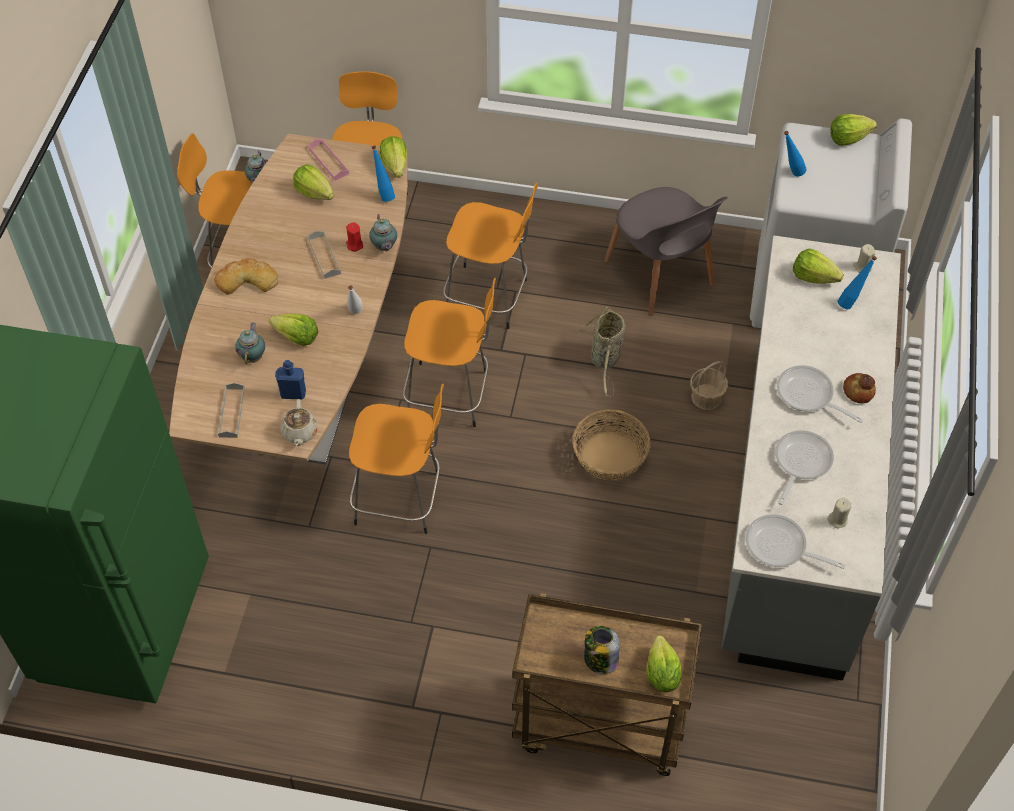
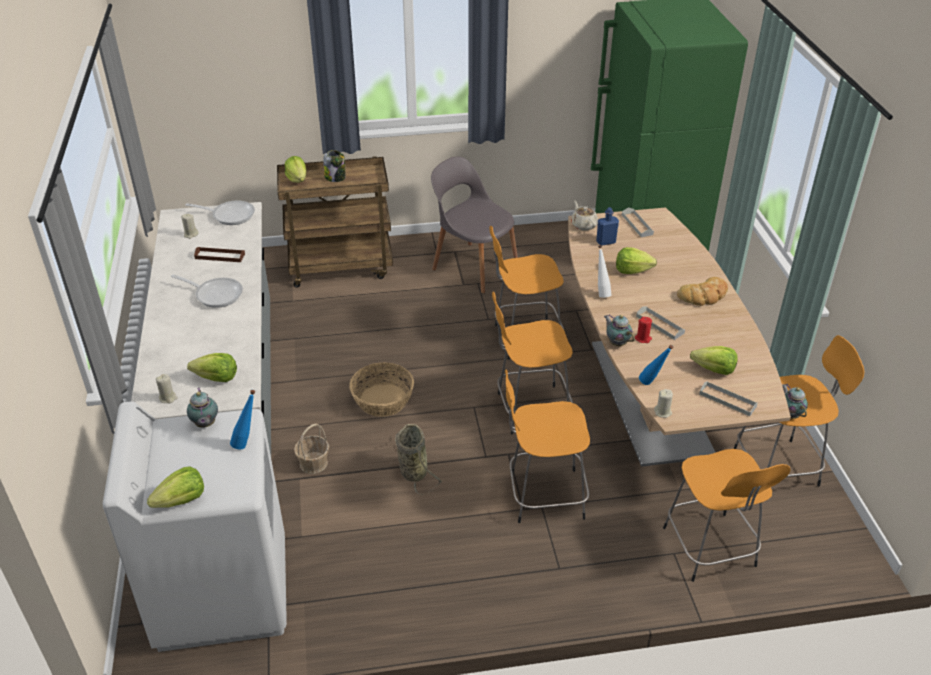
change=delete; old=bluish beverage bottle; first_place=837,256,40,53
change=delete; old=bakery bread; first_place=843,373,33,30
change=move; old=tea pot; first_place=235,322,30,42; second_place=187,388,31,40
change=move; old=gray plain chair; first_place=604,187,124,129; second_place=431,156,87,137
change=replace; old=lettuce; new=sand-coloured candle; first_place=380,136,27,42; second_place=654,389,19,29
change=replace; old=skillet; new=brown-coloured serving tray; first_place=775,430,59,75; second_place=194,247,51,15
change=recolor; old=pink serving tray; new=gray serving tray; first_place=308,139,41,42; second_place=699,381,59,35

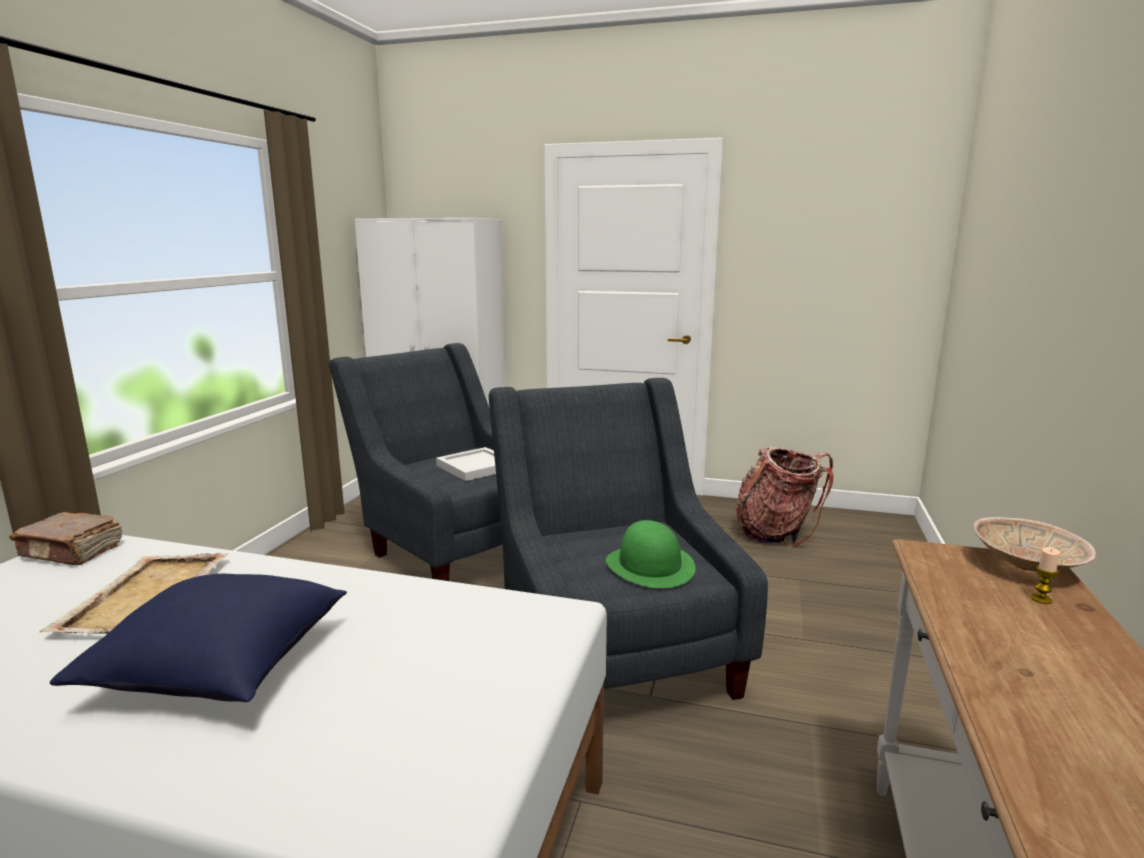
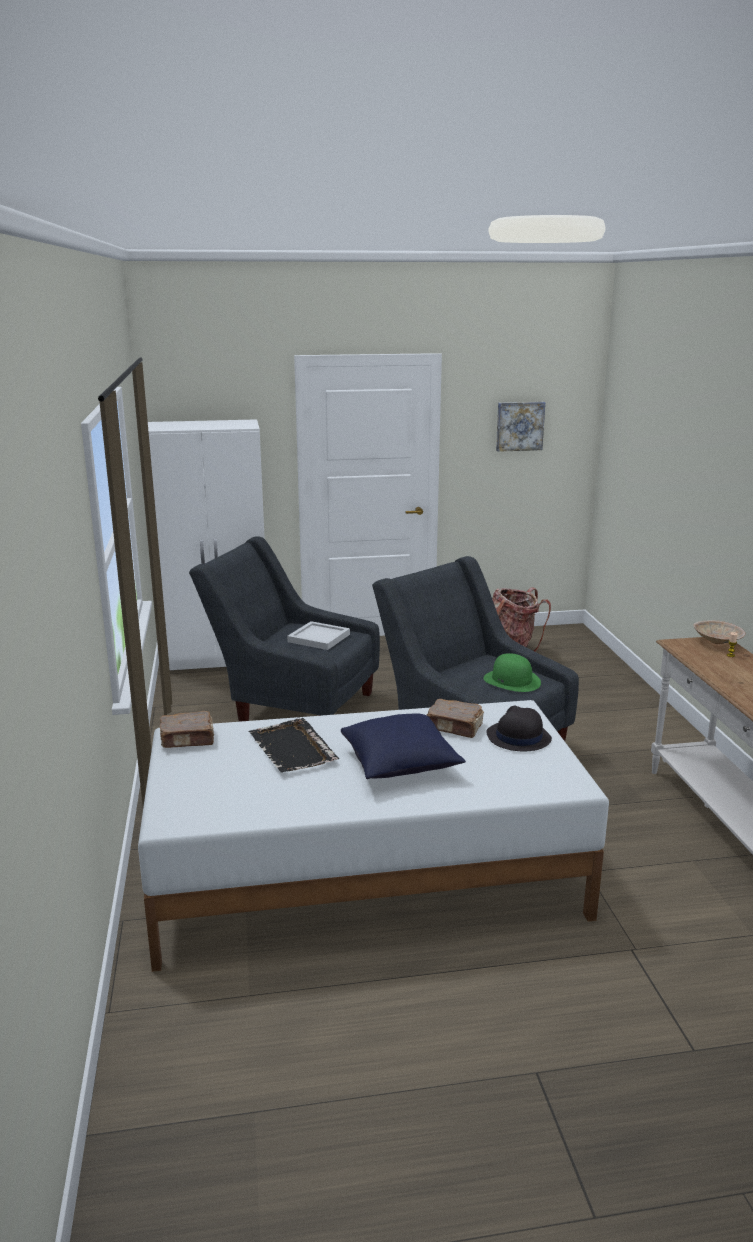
change=insert; new=brown-coloured bound book; second_place=427,699,57,39
change=insert; new=blackish hat; second_place=486,706,66,45
change=insert; new=wall art; second_place=496,402,49,50
change=recolor; old=sand-coloured serving tray; new=blackish serving tray; first_place=39,553,190,81; second_place=248,718,91,55

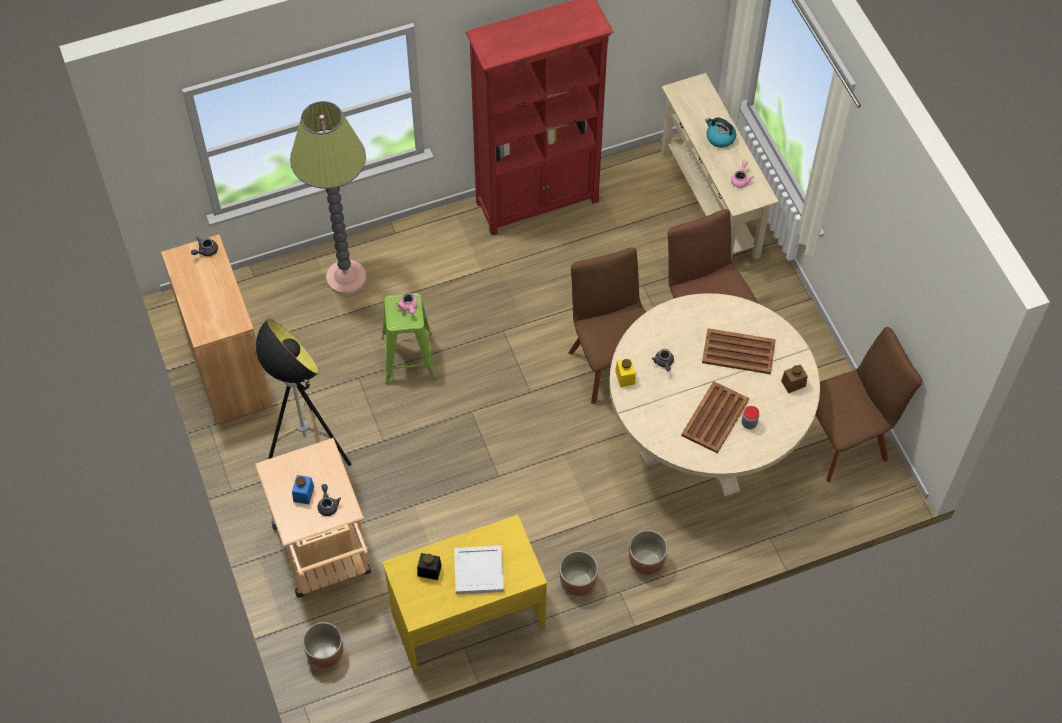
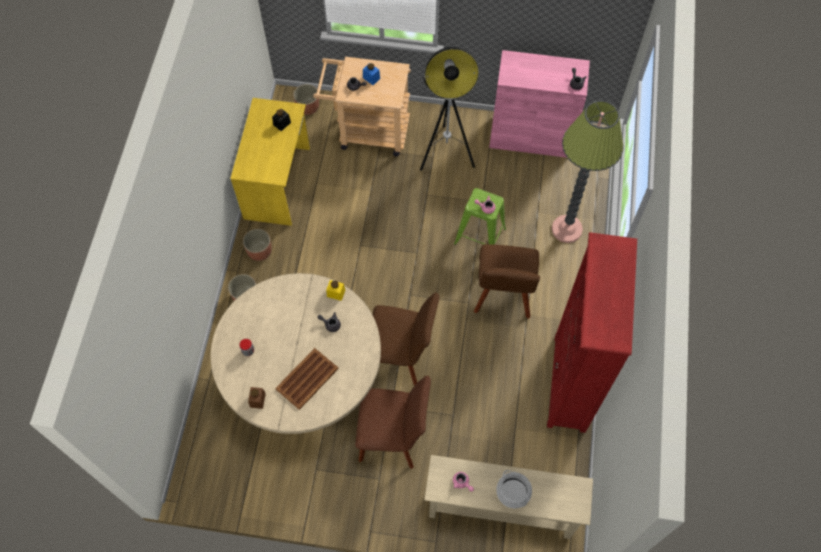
change=delete; old=whitish serving tray; first_place=454,546,50,48
change=delete; old=brown-coloured serving tray; first_place=681,381,68,72
change=move; old=brown-coloured plain chair; first_place=816,327,106,155; second_place=474,244,66,75
change=replace; old=water kettle; new=cooking pot; first_place=705,118,31,30; second_place=496,470,36,38
change=recolor; old=brown-coloured storage cabinet; new=pink storage cabinet; first_place=161,234,111,190; second_place=489,50,101,108

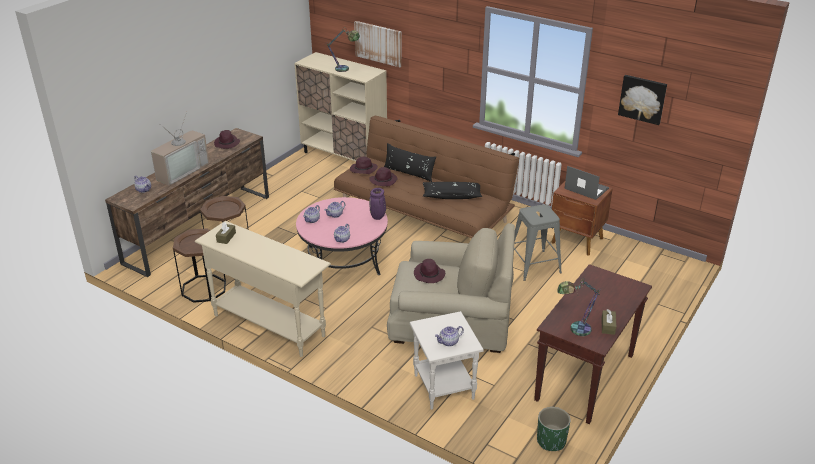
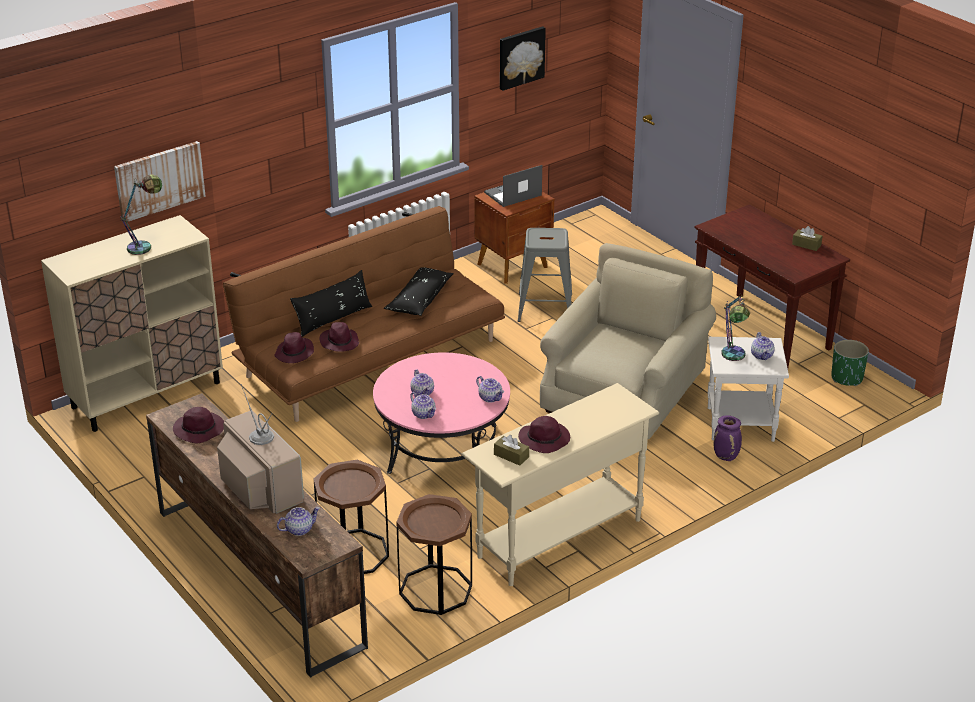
change=move; old=purplish decorative vase; first_place=369,188,17,32; second_place=714,415,28,46
change=move; old=purplish hat; first_place=414,259,31,24; second_place=518,416,52,37
change=move; old=tabletop lamp; first_place=558,281,43,55; second_place=721,293,29,68

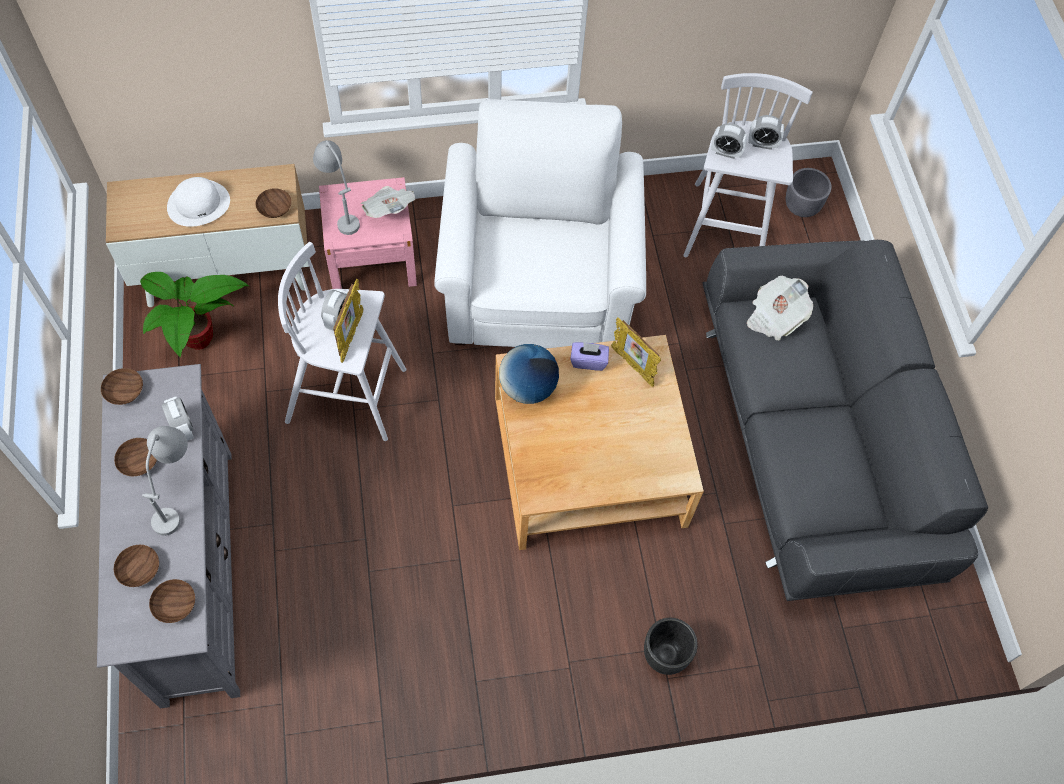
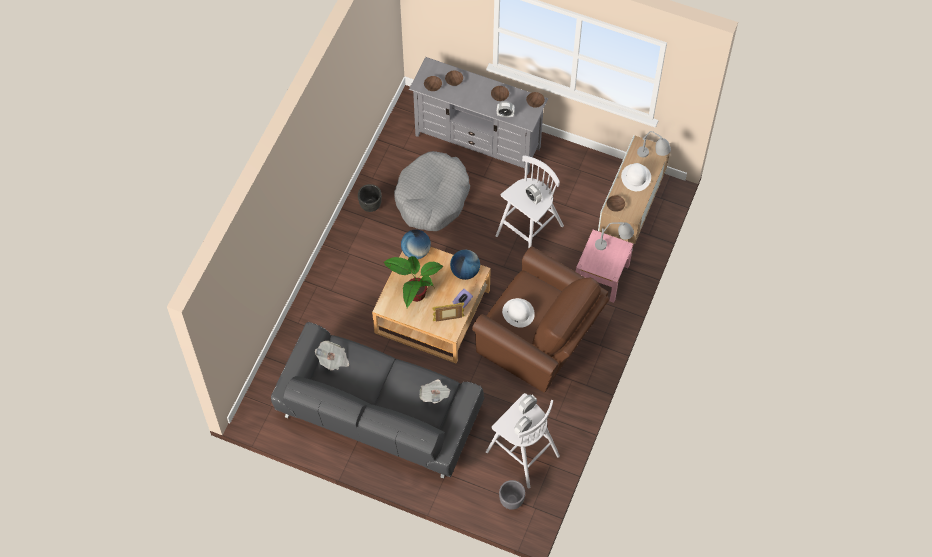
change=delete; old=standing frame; first_place=333,279,31,84
change=insert; new=gray dog bed; second_place=394,151,76,80
change=insert; new=globe; second_place=401,230,30,29
change=insert; new=whitish hat; second_place=502,298,33,30
change=move; old=houseplant; first_place=140,272,109,86; second_place=384,256,59,52
change=move; old=gray tabletop lamp; first_place=142,426,46,110; second_place=637,131,34,26
change=move; old=daily paper; first_place=361,186,55,32; second_place=315,341,34,30
change=move; old=blackish plant pot; first_place=644,618,54,57; second_place=358,184,24,28
change=recolor; old=whitish armchair; new=brown-coloured armchair; first_place=434,99,212,250; second_place=472,246,137,147

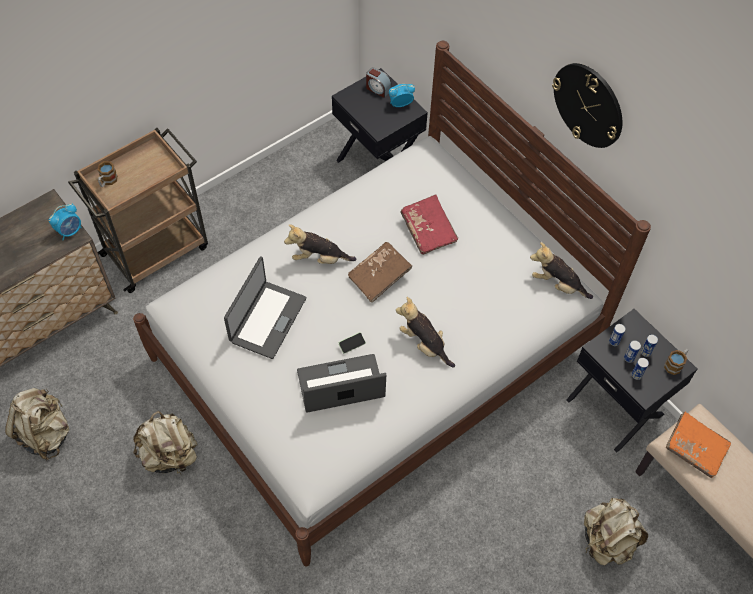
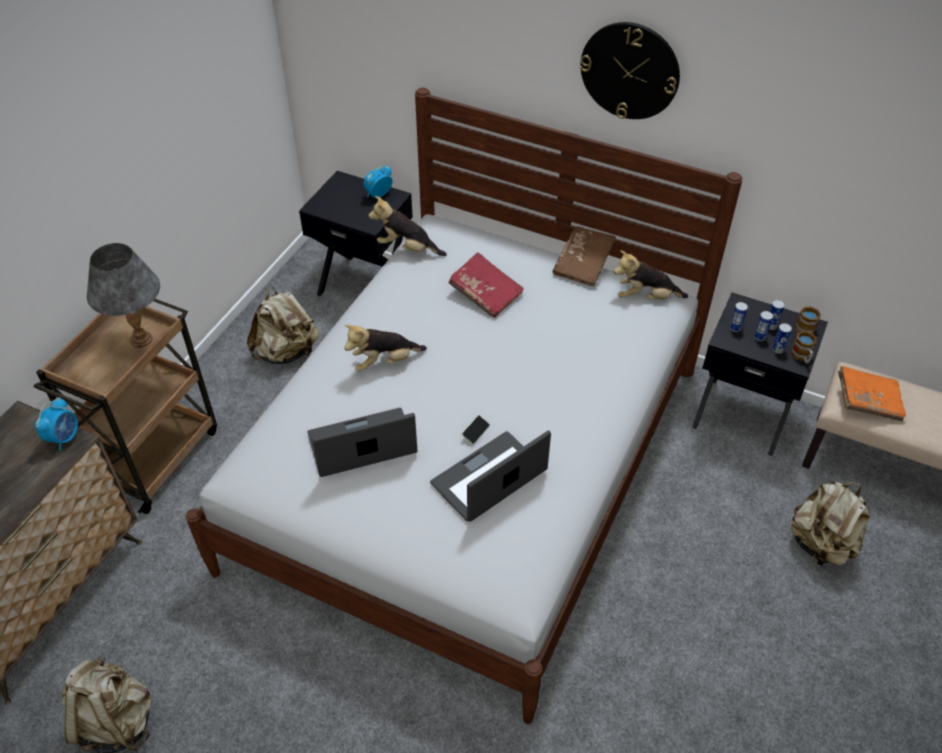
change=delete; old=alarm clock; first_place=366,67,25,31
change=insert; new=gray tabletop lamp; second_place=87,243,73,105
change=move; old=tea mug; first_place=98,161,20,26; second_place=791,331,26,33
change=move; old=sand-coloured rucksack; first_place=133,411,64,65; second_place=247,287,72,77
change=move; old=brown-coloured bound book; first_place=348,242,64,61; second_place=552,226,64,61
change=move; old=plush toy; first_place=396,297,59,71; second_place=368,196,79,60
change=rotate; old=portable computer; first_place=224,257,82,102; second_place=307,408,110,69; degrees=-105

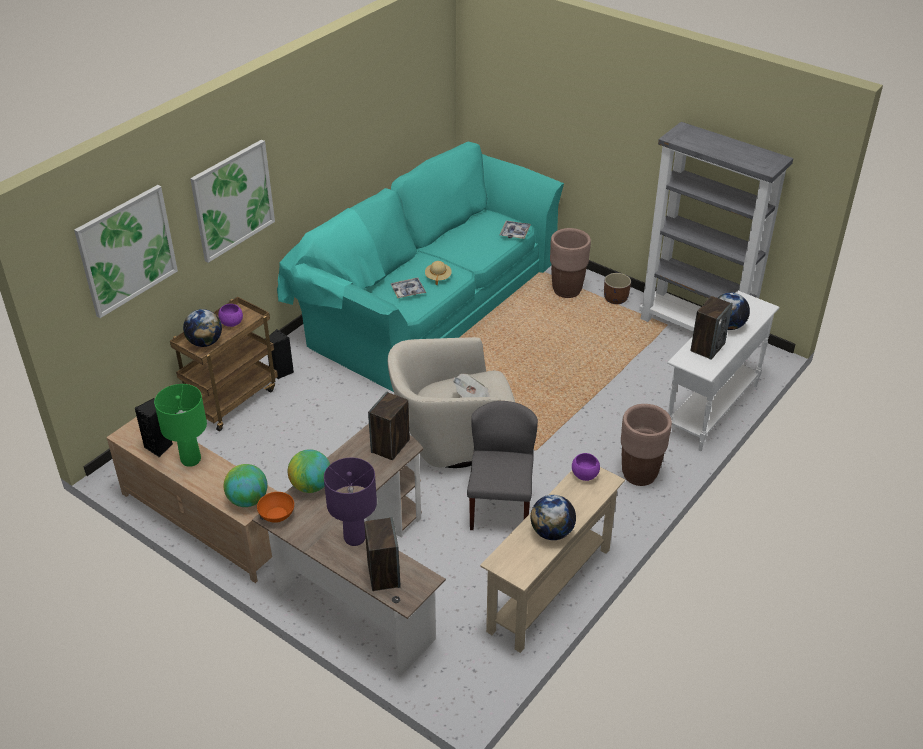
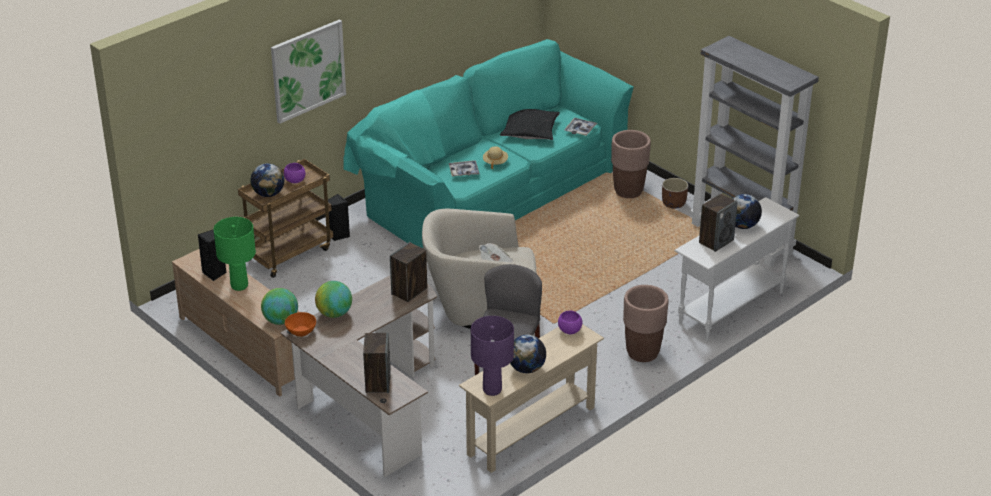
change=delete; old=wall art; first_place=74,185,104,133
change=insert; new=blackish cushion; second_place=500,109,60,31
change=move; old=purplish tabletop lamp; first_place=324,458,53,88; second_place=471,316,43,80

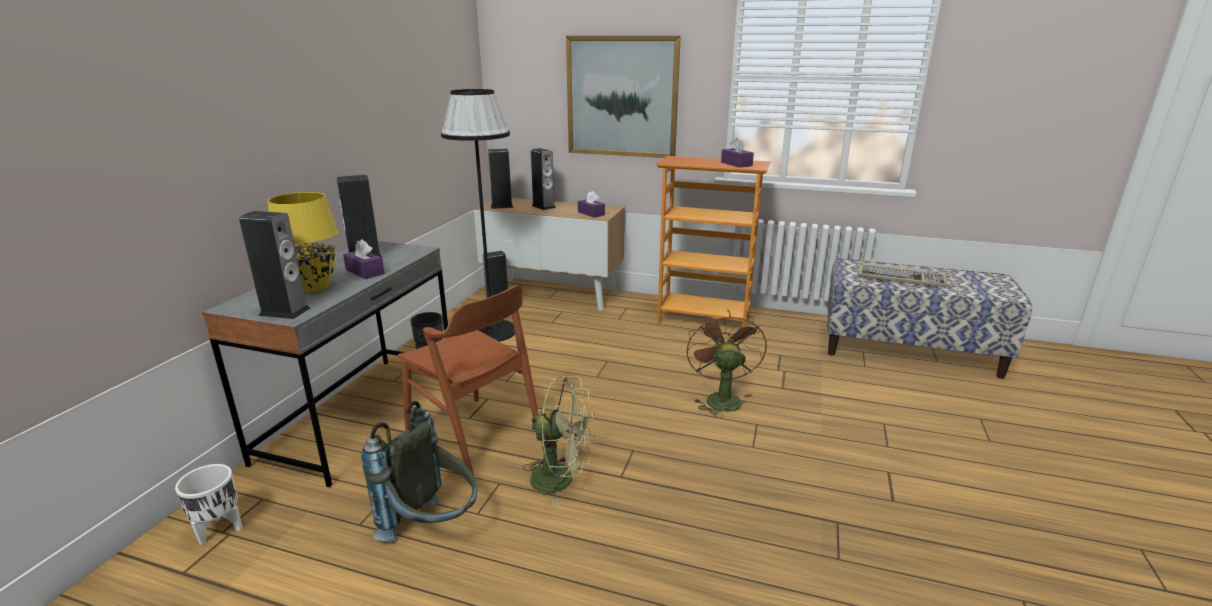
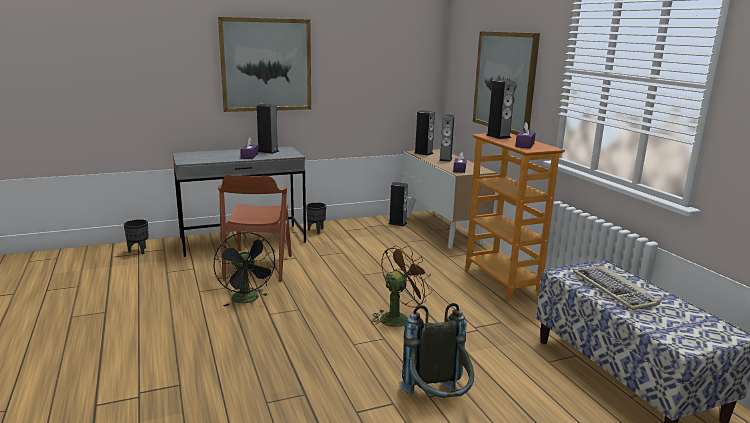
change=delete; old=yellowish tabletop lamp; first_place=268,192,70,100
change=delete; old=blackish standard lamp; first_place=441,89,74,253
change=insert; new=wall art; second_place=218,17,93,95
change=move; old=speaker; first_place=239,211,72,108; second_place=486,79,29,60
change=move; old=gray rucksack; first_place=361,401,116,140; second_place=398,303,76,95
change=recolor; old=whitish plant pot; new=blackish plant pot; first_place=175,464,67,81; second_place=124,219,25,36
change=recolor; old=green-coloured cooling fan; new=blackish cooling fan; first_place=523,376,71,130; second_place=213,232,64,74

